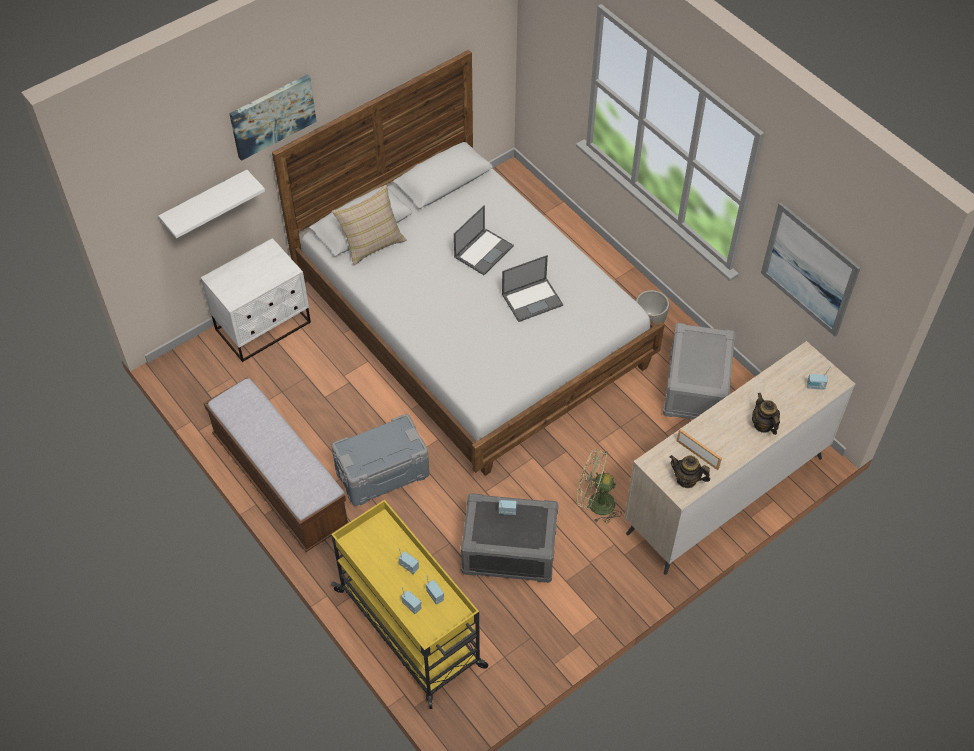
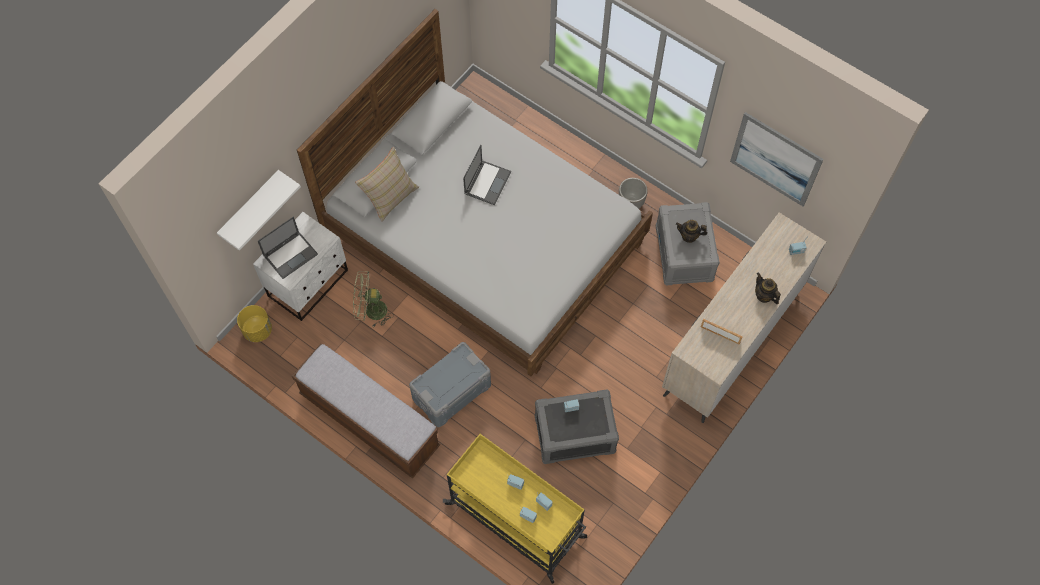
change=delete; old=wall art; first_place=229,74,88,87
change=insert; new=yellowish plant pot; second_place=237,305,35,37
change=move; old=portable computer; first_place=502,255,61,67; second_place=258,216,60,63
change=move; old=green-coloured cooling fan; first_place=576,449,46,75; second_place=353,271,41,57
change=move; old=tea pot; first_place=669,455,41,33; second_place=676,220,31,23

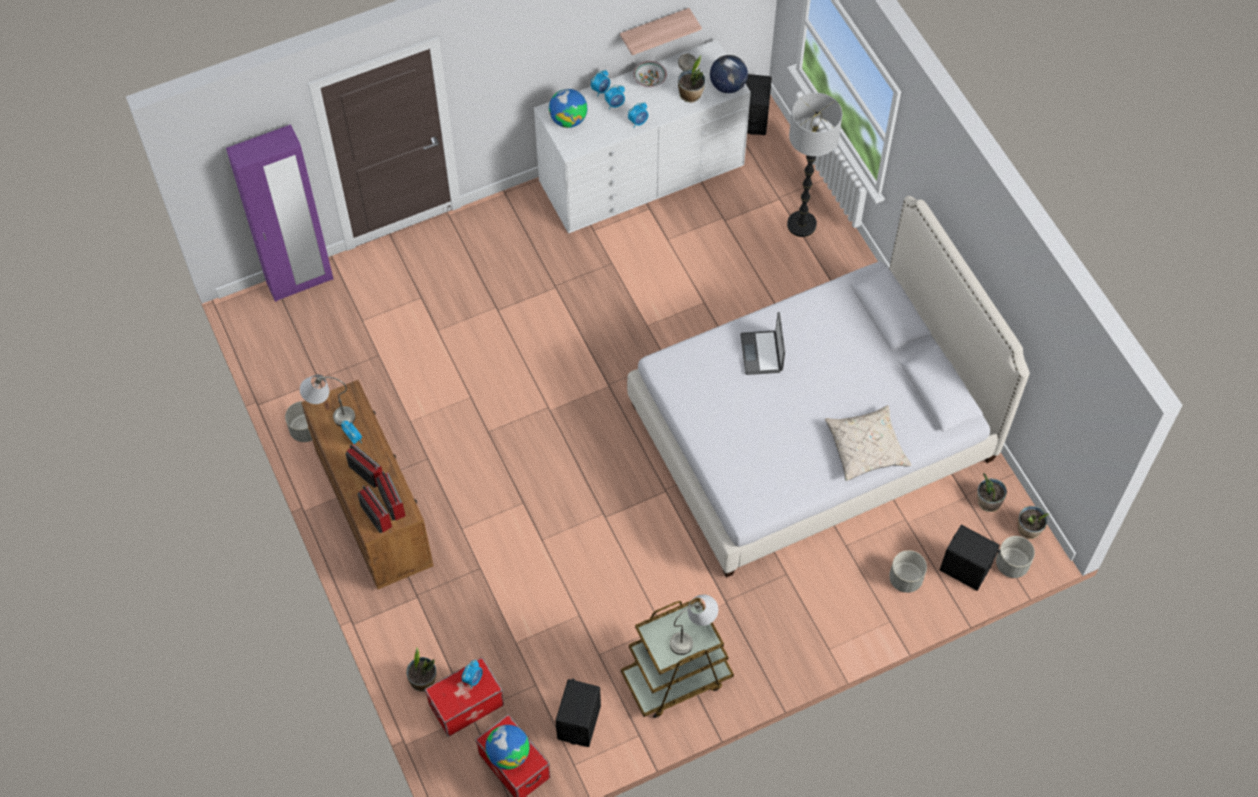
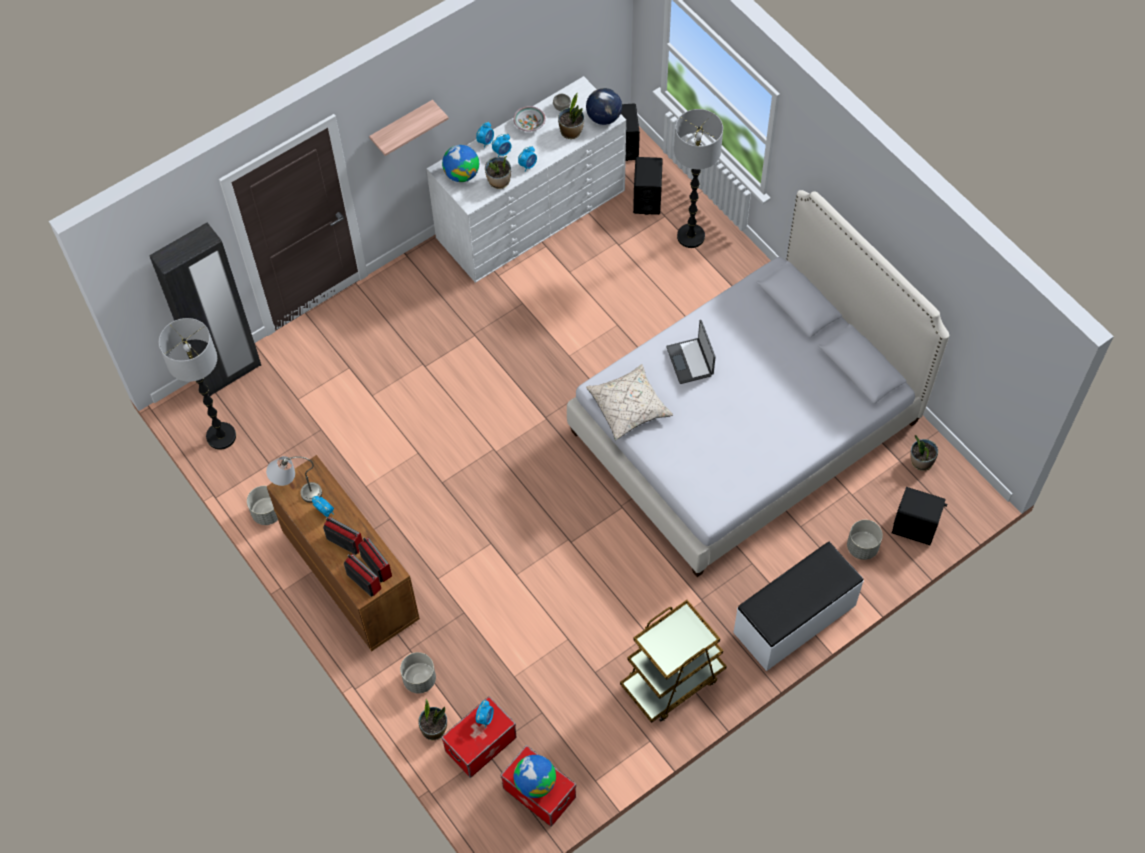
change=delete; old=gray tabletop lamp; first_place=670,595,48,60
change=insert; new=standard lamp; second_place=159,318,77,132
change=insert; new=whitish indoor bench; second_place=733,542,131,129
change=move; old=blackish speaker; first_place=555,678,46,69; second_place=633,157,30,58
change=move; old=bracket shelf; first_place=620,8,82,47; second_place=369,100,80,56
change=move; old=sand-coloured cushion; first_place=825,405,87,76; second_place=586,364,87,76
change=move; old=gray plant pot; first_place=996,536,39,42; second_place=400,652,36,41
change=move; old=houseplant; first_place=1018,506,31,33; second_place=485,156,26,33
change=recolor; old=purplish armoire; new=blackish armoire; first_place=226,124,108,178; second_place=149,223,112,173

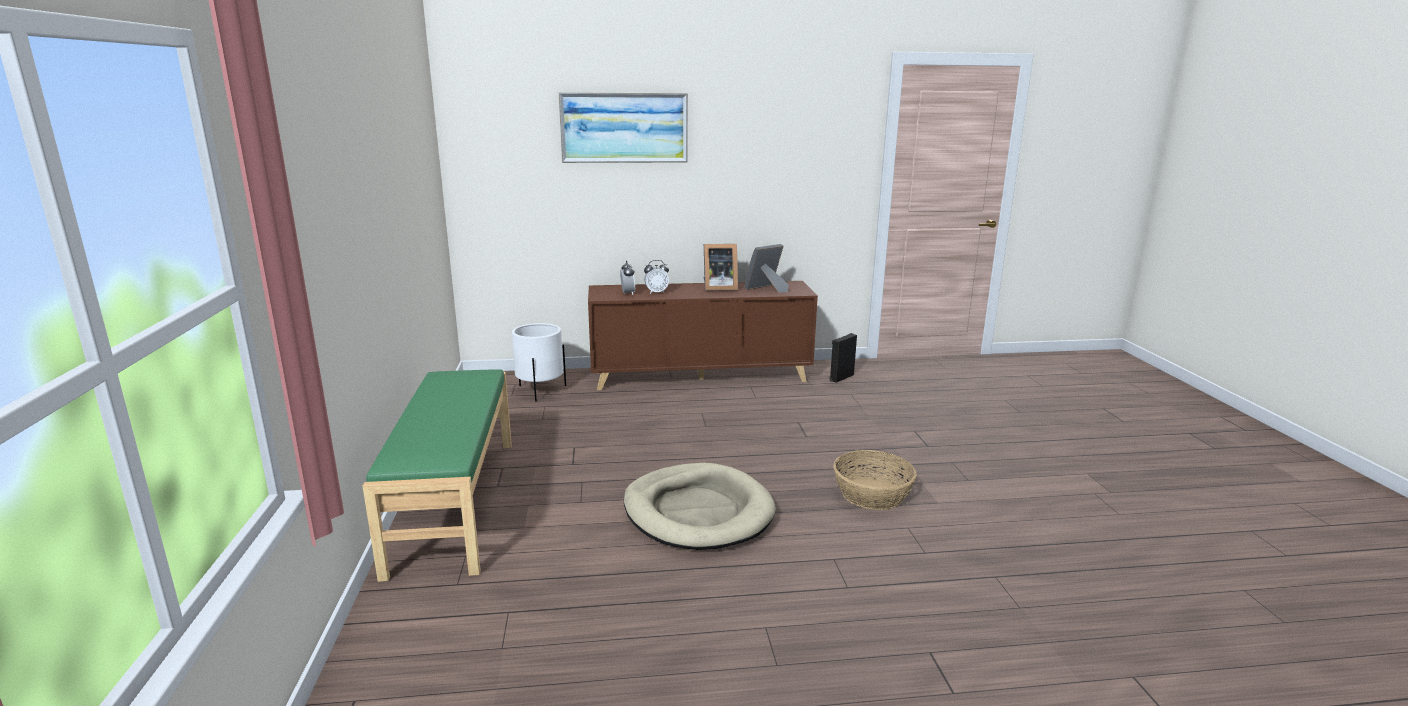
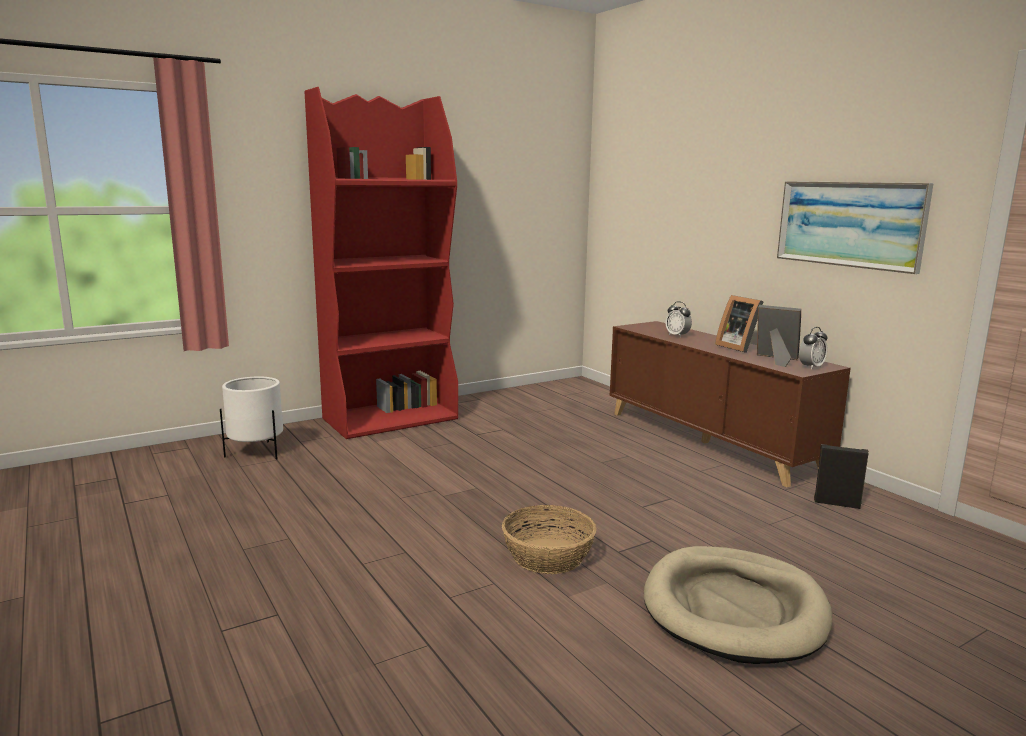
change=move; old=whitish plant pot; first_place=512,323,54,79; second_place=220,376,63,84
change=move; old=wall art; first_place=558,92,130,71; second_place=777,181,157,93
change=move; old=alarm clock; first_place=620,260,15,35; second_place=799,327,29,43
change=move; old=sand-coloured dog bed; first_place=624,463,152,87; second_place=644,546,188,118
change=replace; old=green-coloured indoor bench; new=reddish bookcase; first_place=363,370,149,212; second_place=305,87,153,352

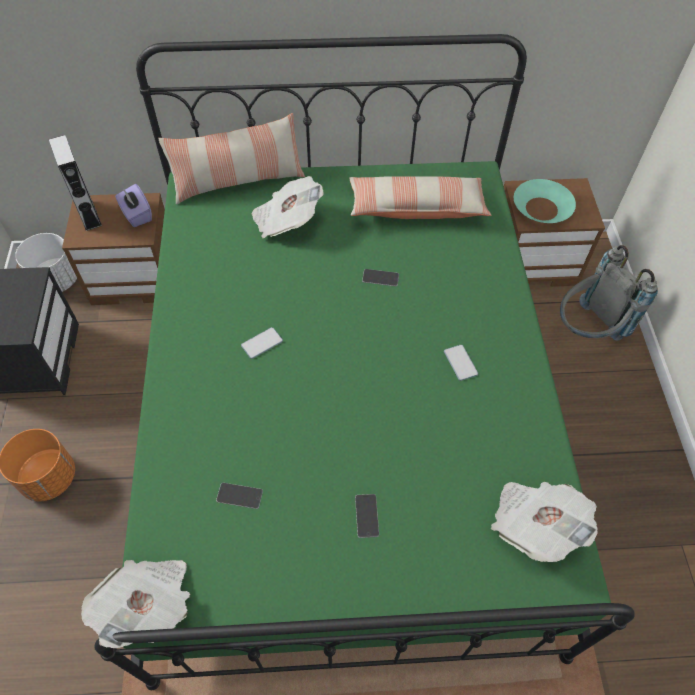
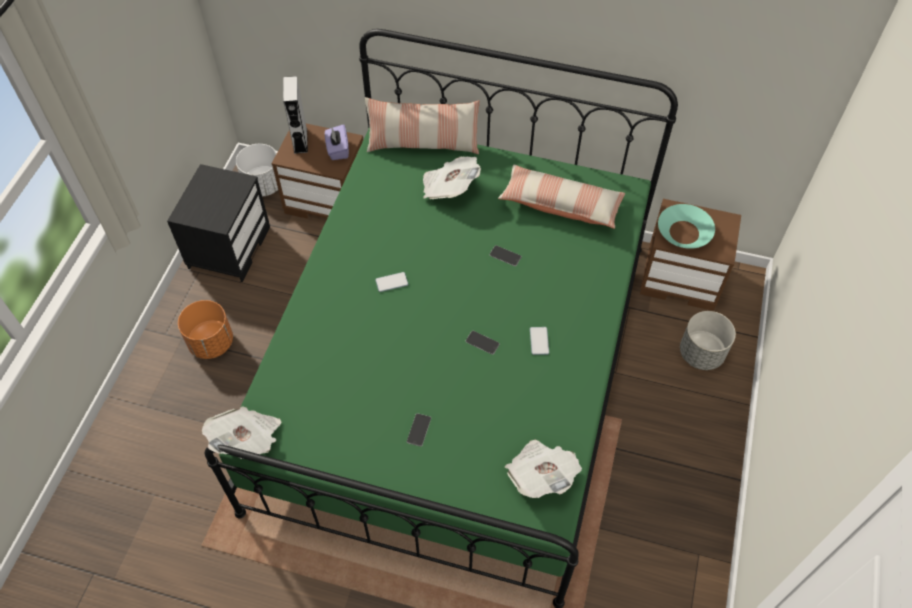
change=move; old=handset; first_place=216,483,47,26; second_place=466,331,34,24
change=replace; old=gray rucksack; new=gray plant pot; first_place=560,245,98,96; second_place=680,311,56,59

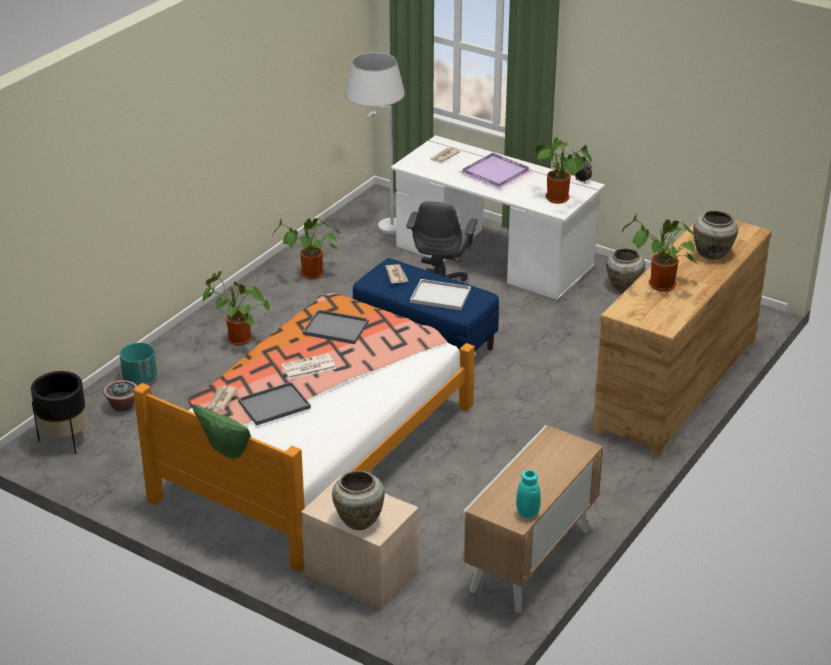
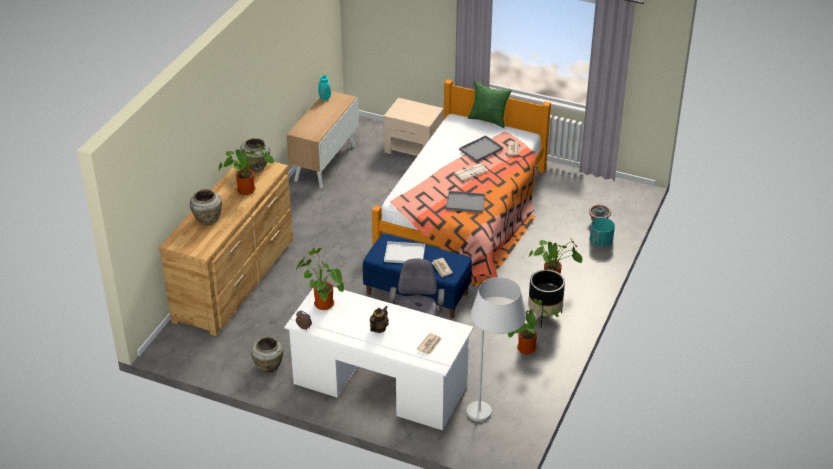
change=move; old=blackish plant pot; first_place=31,371,57,83; second_place=528,270,37,57
change=move; old=sand-coloured decorative vase; first_place=332,470,53,60; second_place=240,138,30,34
change=replace; old=purplish serving tray; new=tea pot; first_place=459,153,74,36; second_place=370,306,19,27

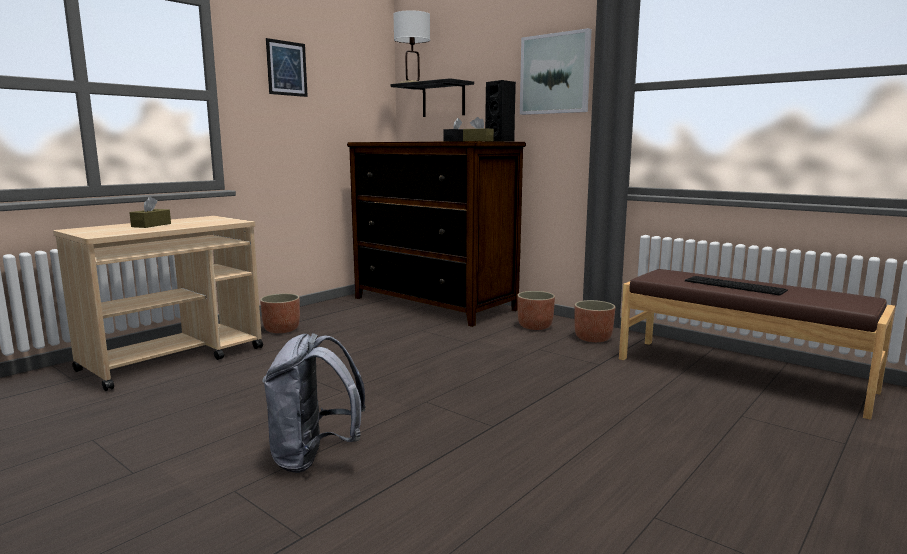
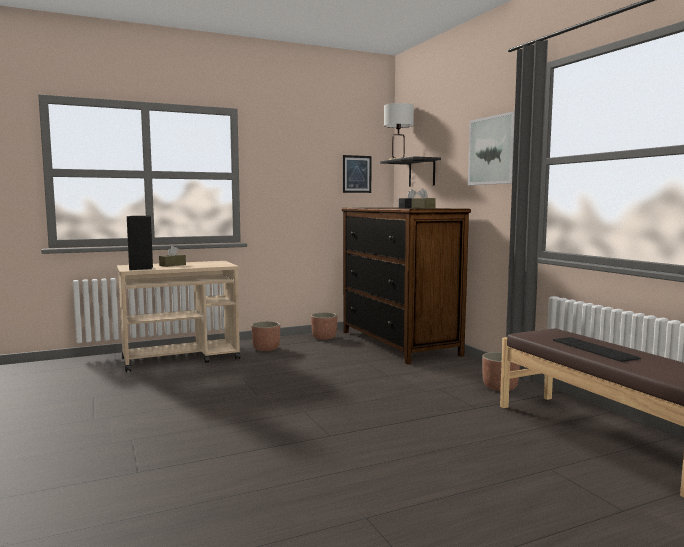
change=delete; old=gray rucksack; first_place=263,333,103,140
change=move; old=wall art; first_place=266,38,42,59; second_place=343,155,29,38
change=move; old=blackish speaker; first_place=485,80,31,62; second_place=127,216,26,54
change=move; old=plant pot; first_place=517,291,38,39; second_place=311,313,26,27

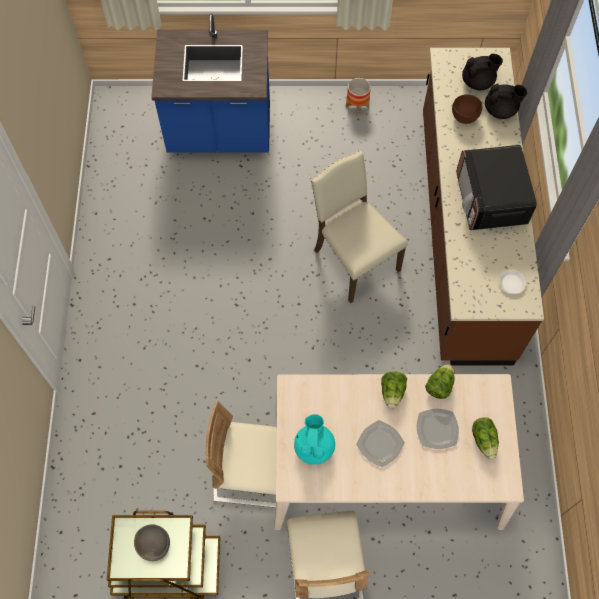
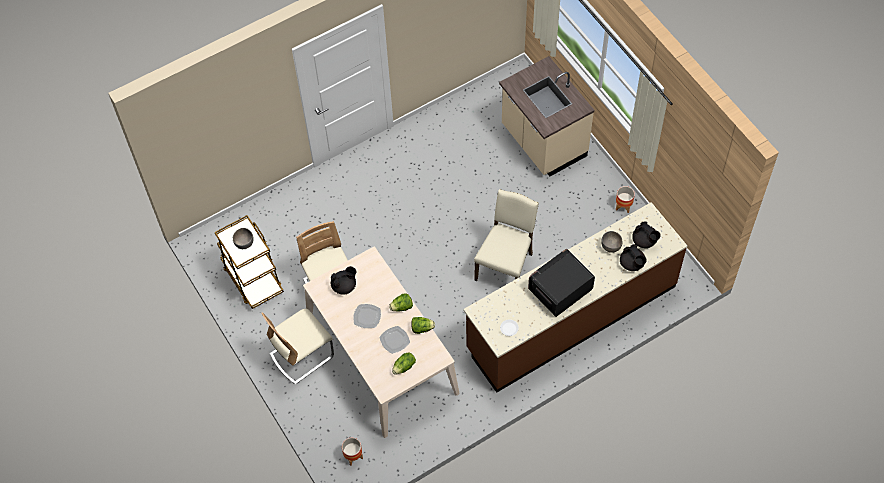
change=insert; new=plant pot; second_place=342,438,21,28
change=recolor; old=bluish counter; new=sand-coloured counter; first_place=151,14,119,139; second_place=499,56,95,120
change=recolor; old=blue-green tea pot; new=blackish tea pot; first_place=294,414,41,51; second_place=331,266,25,29
change=recolor; old=brown-coloured deep dish; new=gray deep dish; first_place=452,94,30,30; second_place=601,231,22,22

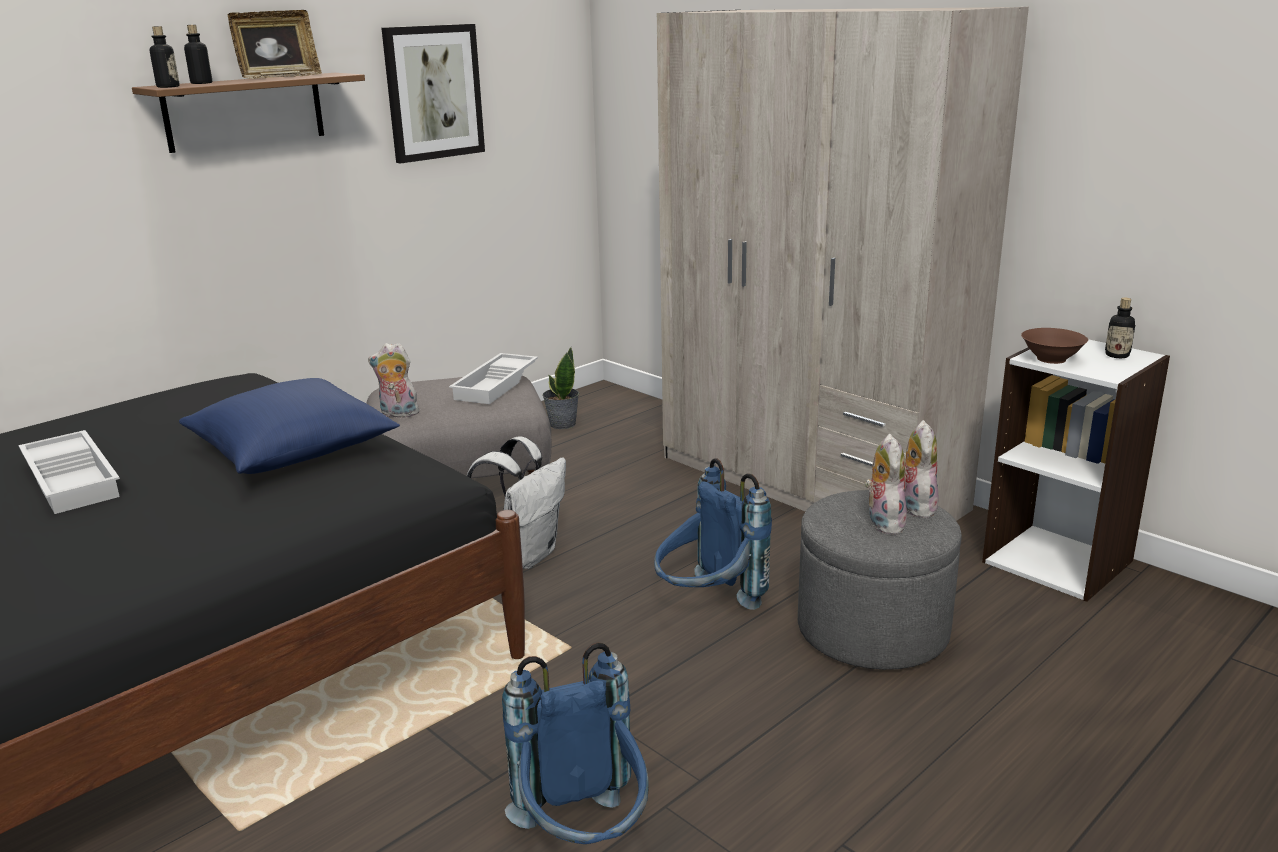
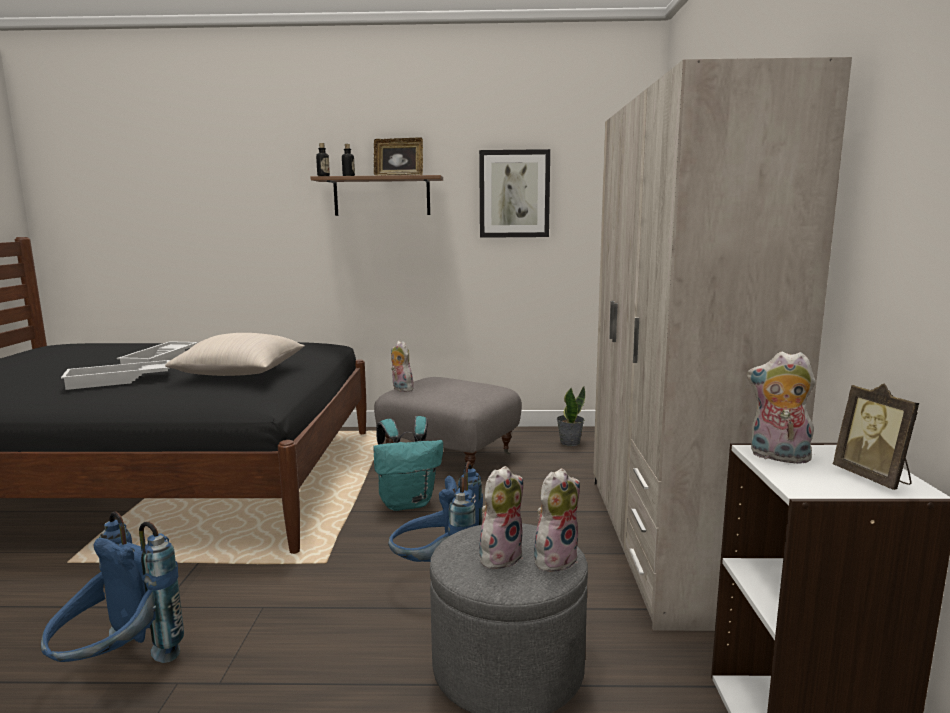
change=move; old=whitish serving tray; first_place=449,353,89,51; second_place=61,360,109,30
change=replace; old=brown-coloured deep dish; new=plush toy; first_place=1021,328,67,36; second_place=747,351,69,113
change=replace; old=beverage bottle; new=standing frame; first_place=1105,298,30,60; second_place=833,383,86,107
change=recolor; old=bluish cushion; new=sand-coloured cushion; first_place=179,378,221,96; second_place=165,333,140,43
change=recolor; old=whitish rucksack; new=blue-green rucksack; first_place=467,436,99,133; second_place=373,416,70,95

